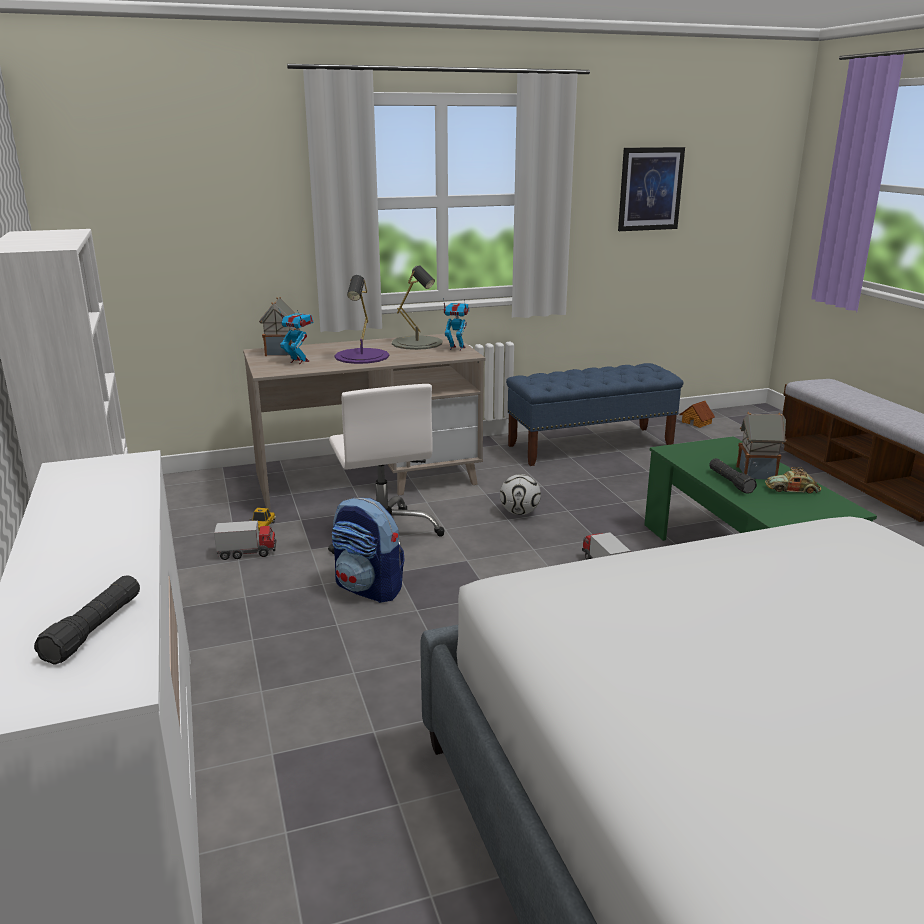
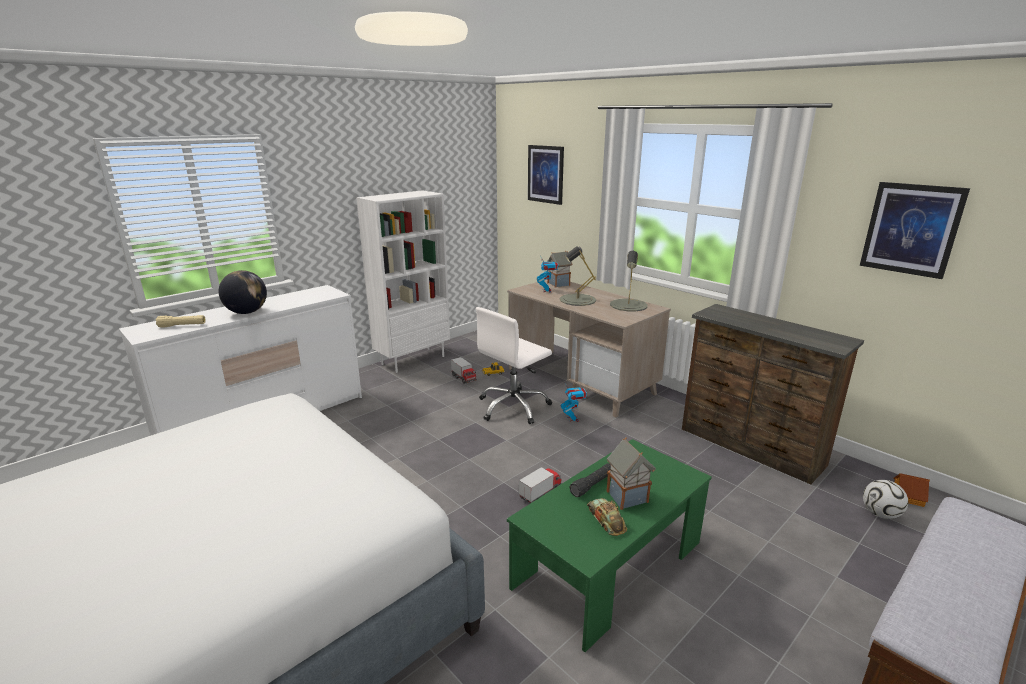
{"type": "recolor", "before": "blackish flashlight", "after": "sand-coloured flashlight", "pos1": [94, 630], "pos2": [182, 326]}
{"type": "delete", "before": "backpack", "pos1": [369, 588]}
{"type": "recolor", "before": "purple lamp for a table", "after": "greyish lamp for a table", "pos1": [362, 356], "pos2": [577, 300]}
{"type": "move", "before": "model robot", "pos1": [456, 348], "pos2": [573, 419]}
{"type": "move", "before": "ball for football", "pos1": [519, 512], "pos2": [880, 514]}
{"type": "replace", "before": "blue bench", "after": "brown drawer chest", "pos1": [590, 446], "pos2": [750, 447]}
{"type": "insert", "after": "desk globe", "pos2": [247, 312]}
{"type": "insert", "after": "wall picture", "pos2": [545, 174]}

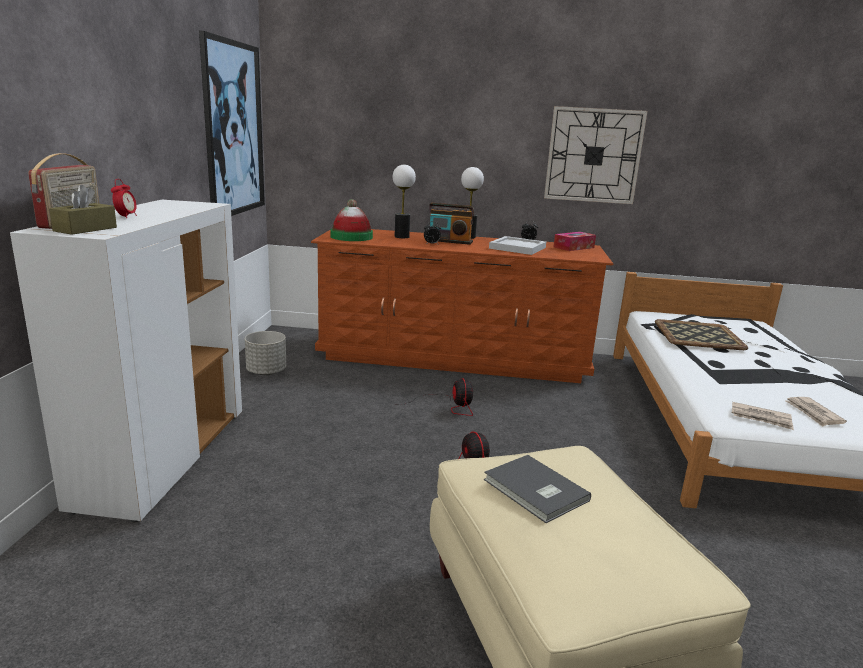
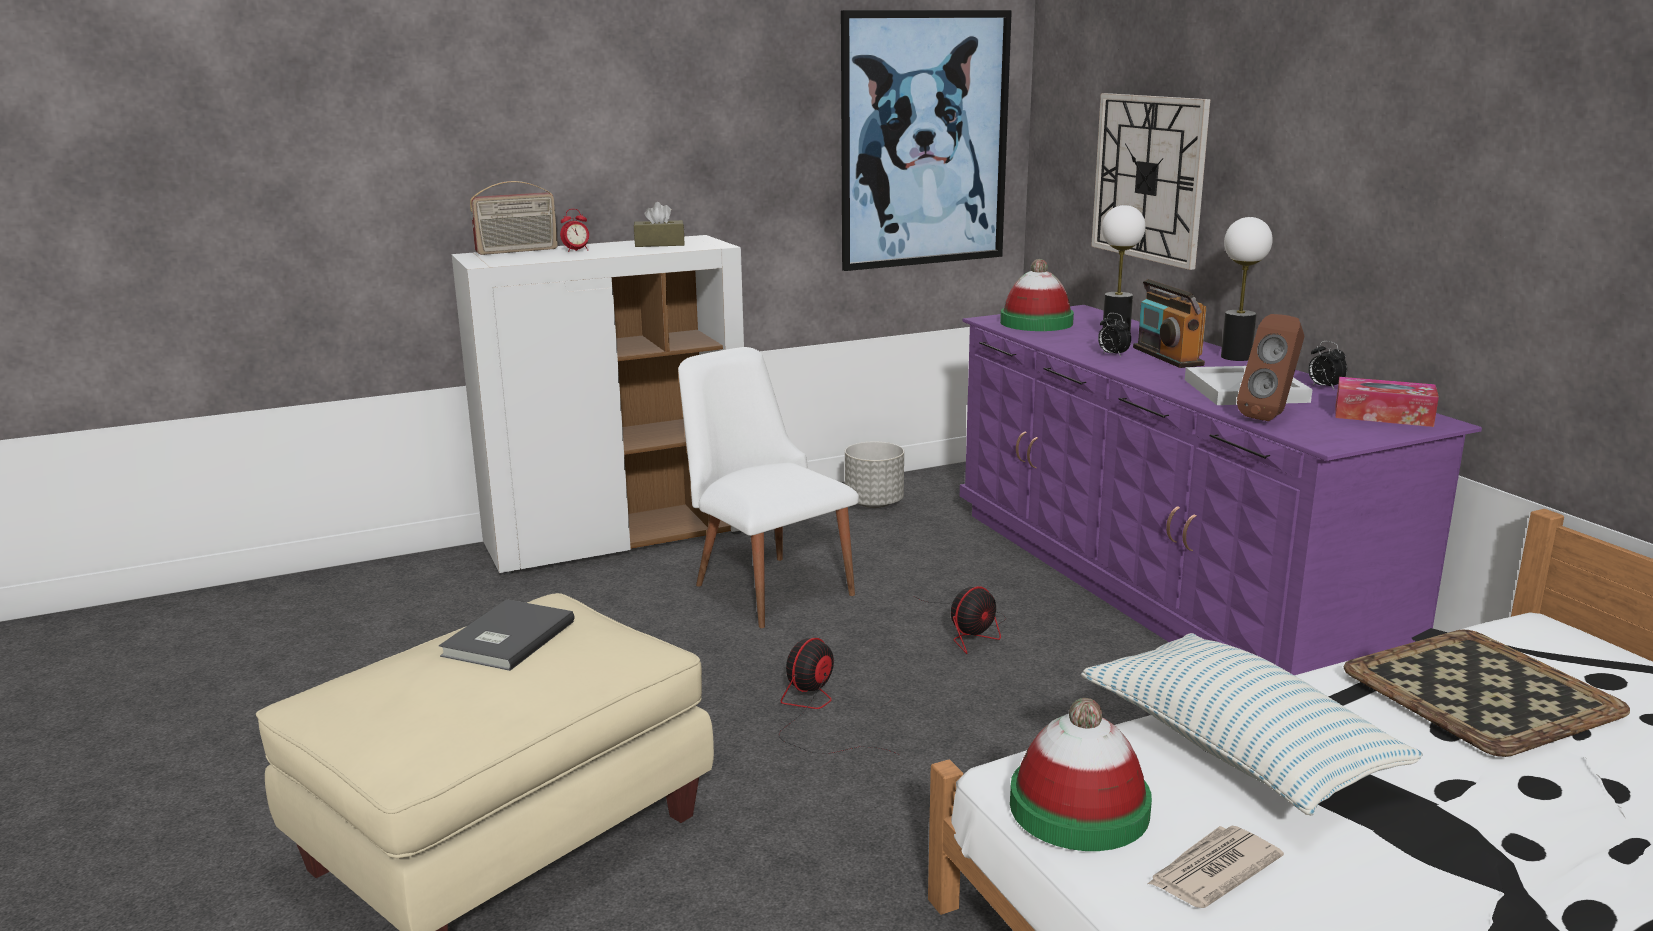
{"type": "move", "before": "brown tissue box", "pos1": [85, 229], "pos2": [659, 244]}
{"type": "recolor", "before": "brown drawer chest", "after": "purple drawer chest", "pos1": [454, 357], "pos2": [1158, 583]}
{"type": "move", "before": "clock on the wall", "pos1": [593, 155], "pos2": [1149, 178]}
{"type": "replace", "before": "daily paper", "after": "wearable hat", "pos1": [761, 418], "pos2": [1079, 808]}
{"type": "insert", "after": "white upright chair", "pos2": [765, 584]}
{"type": "insert", "after": "throw pillow", "pos2": [1237, 750]}
{"type": "insert", "after": "brown loudspeaker", "pos2": [1270, 417]}

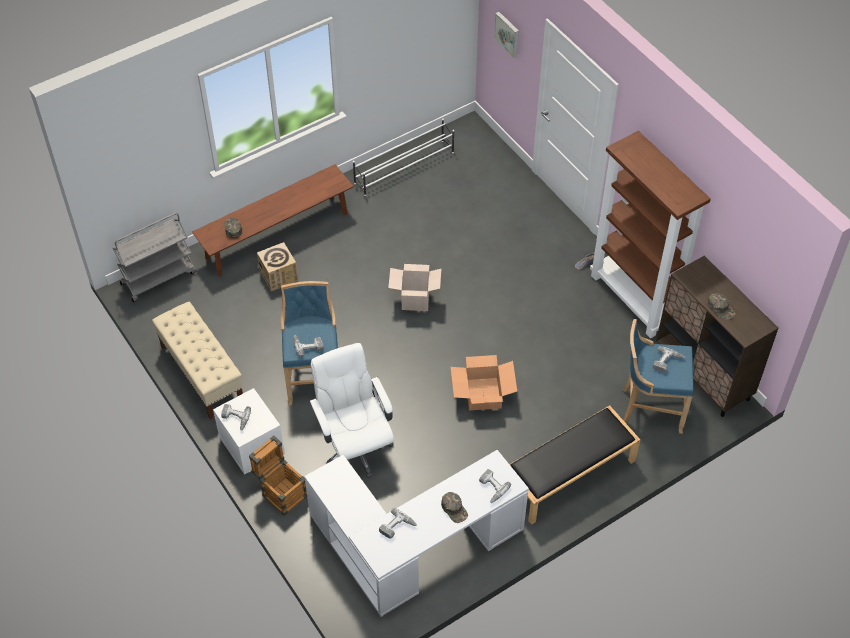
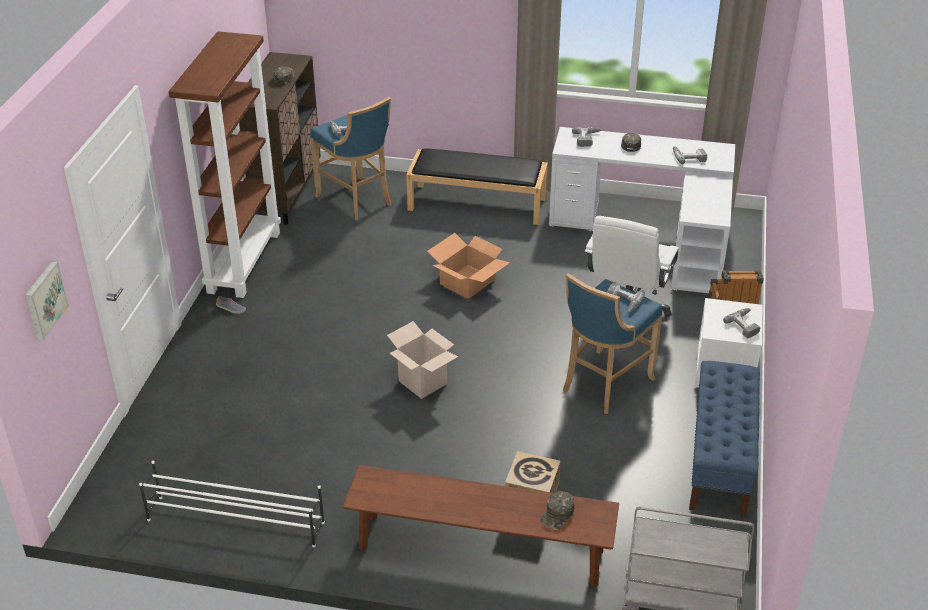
{"type": "recolor", "before": "sand-coloured bench", "after": "blue bench", "pos1": [201, 373], "pos2": [720, 461]}

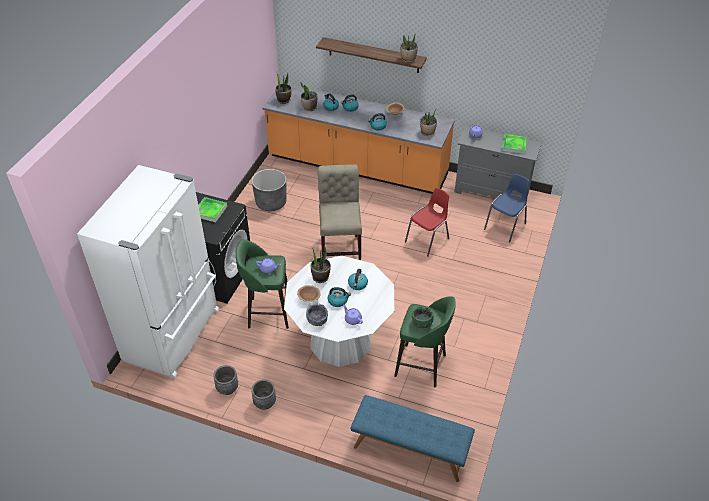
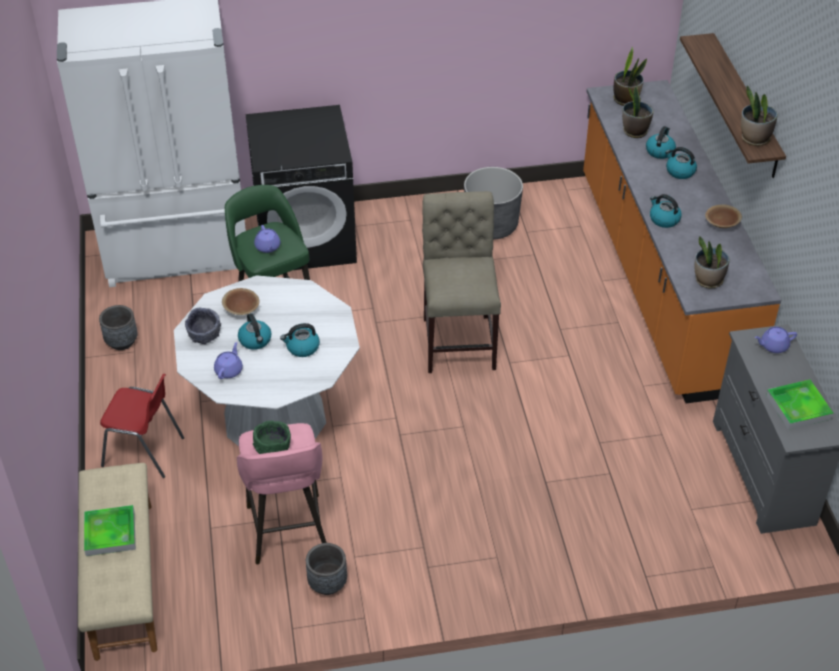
{"type": "move", "before": "serving tray", "pos1": [210, 211], "pos2": [110, 533]}
{"type": "move", "before": "greyish planter", "pos1": [265, 403], "pos2": [327, 583]}
{"type": "delete", "before": "houseplant", "pos1": [320, 277]}
{"type": "rotate", "before": "sand-coloured upright chair", "pos1": [340, 249], "pos2": [459, 339], "turn": -60}
{"type": "recolor", "before": "blue bench", "after": "sand-coloured bench", "pos1": [410, 450], "pos2": [122, 579]}
{"type": "recolor", "before": "greenish sitting stool", "after": "pink-coloured sitting stool", "pos1": [422, 366], "pos2": [287, 531]}
{"type": "move", "before": "reddish upright chair", "pos1": [428, 240], "pos2": [144, 452]}
{"type": "delete", "before": "blue upright chair", "pos1": [505, 226]}

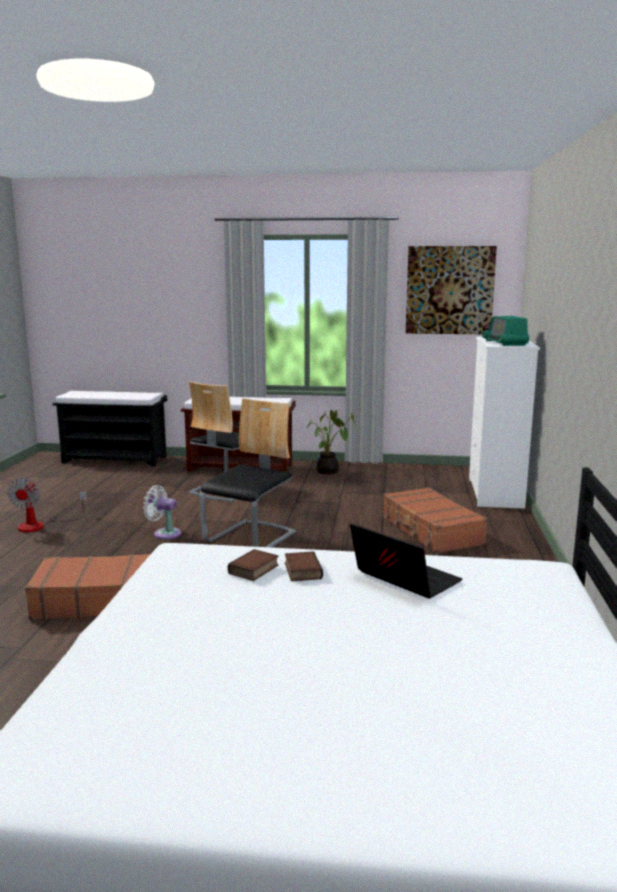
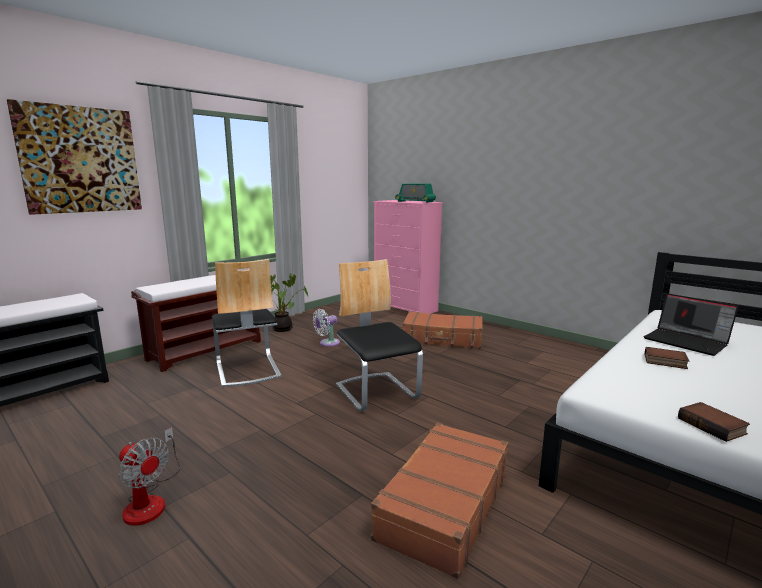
{"type": "move", "before": "white fan", "pos1": [164, 533], "pos2": [327, 343]}
{"type": "move", "before": "volume", "pos1": [254, 570], "pos2": [713, 426]}
{"type": "rotate", "before": "portable computer", "pos1": [403, 579], "pos2": [687, 342], "turn": -120}
{"type": "move", "before": "wall picture", "pos1": [449, 290], "pos2": [80, 160]}
{"type": "recolor", "before": "white drawer chest", "after": "pink-coloured drawer chest", "pos1": [494, 494], "pos2": [405, 308]}

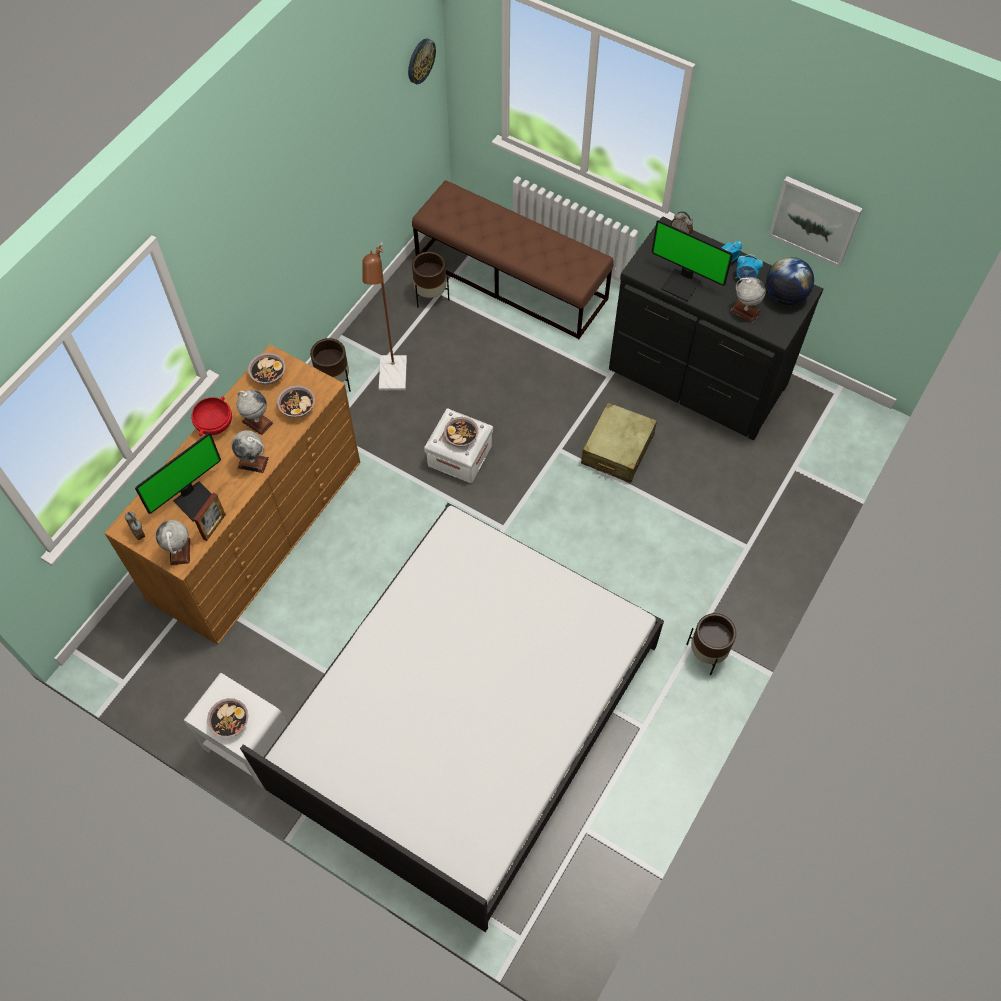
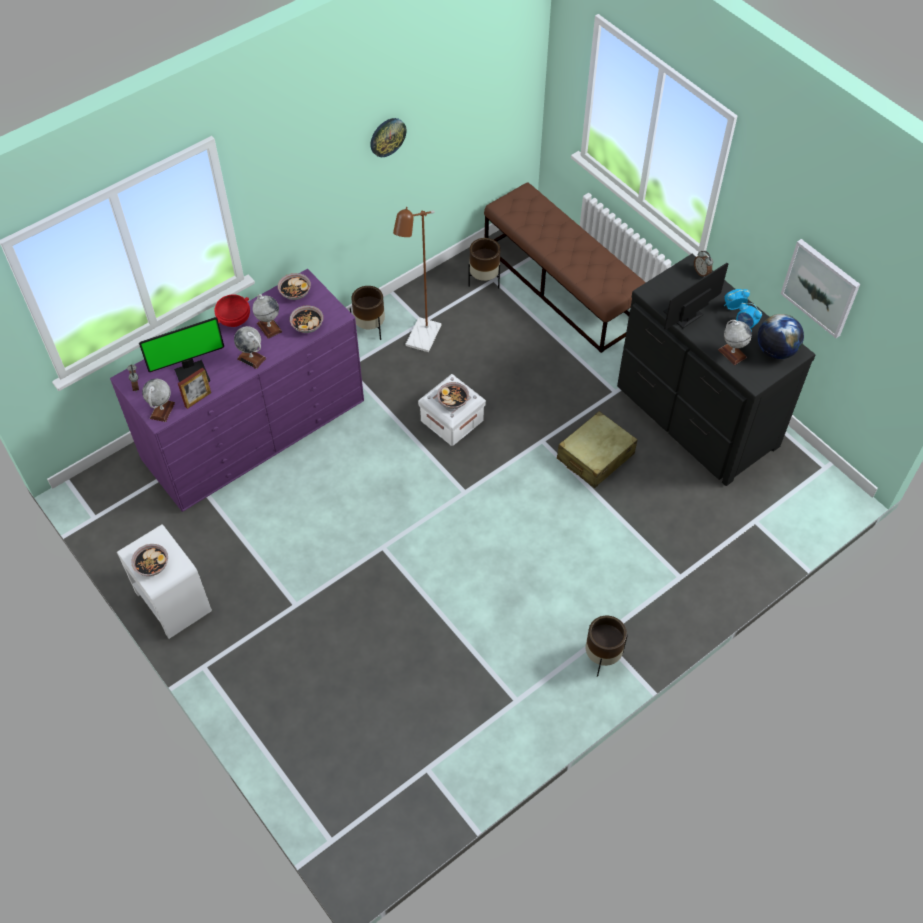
{"type": "recolor", "before": "brown drawer chest", "after": "purple drawer chest", "pos1": [257, 529], "pos2": [254, 429]}
{"type": "delete", "before": "white bedroom bed", "pos1": [466, 716]}
{"type": "move", "before": "clock on the wall", "pos1": [420, 60], "pos2": [387, 137]}
{"type": "rotate", "before": "monitor", "pos1": [682, 284], "pos2": [684, 315], "turn": 90}

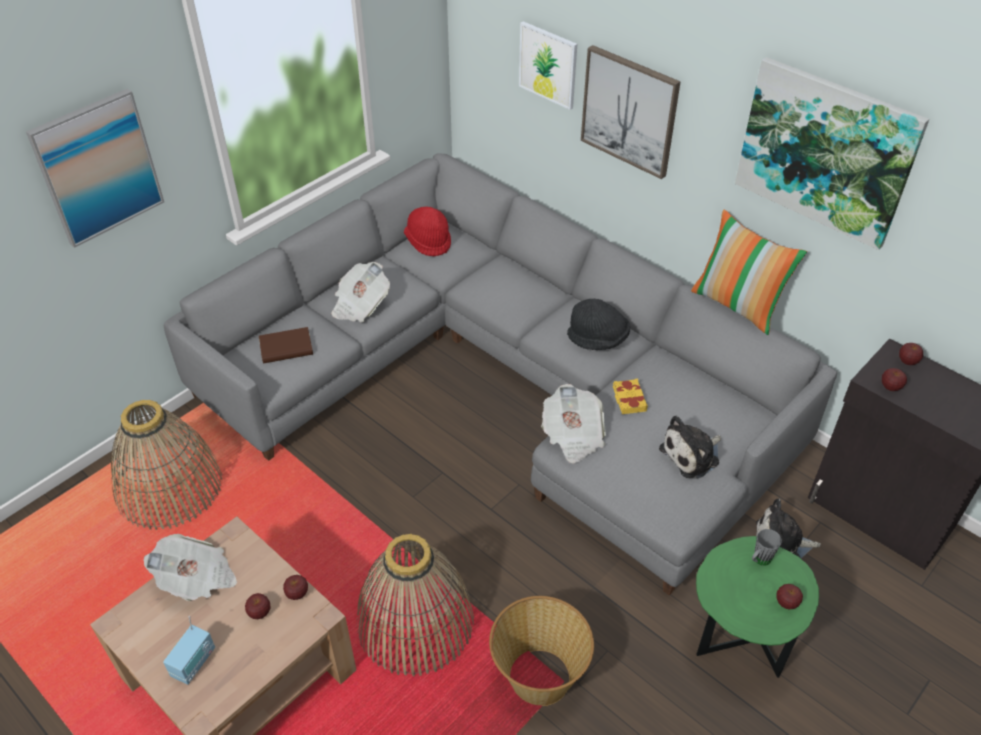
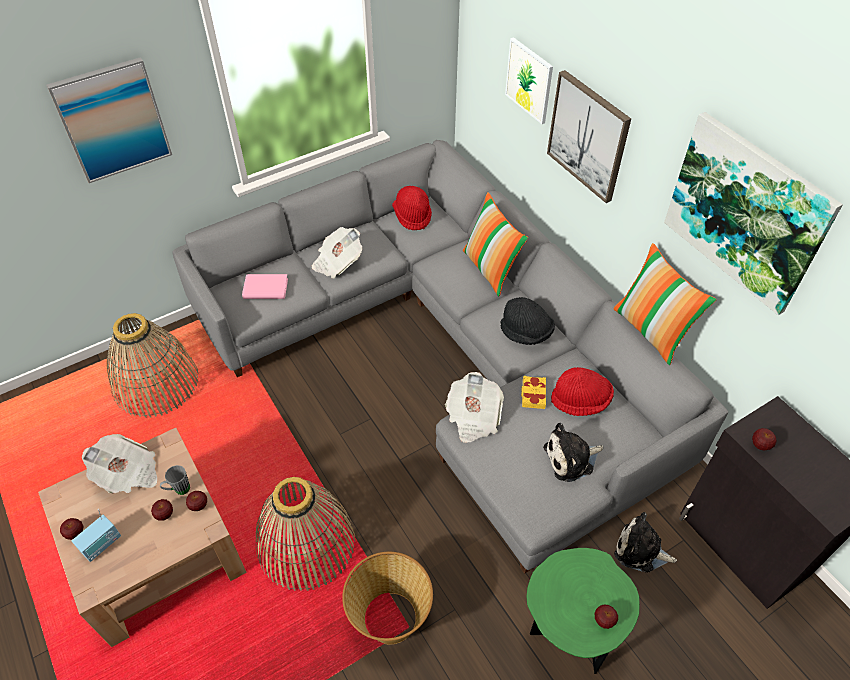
{"type": "recolor", "before": "brown volume", "after": "pink-coloured volume", "pos1": [286, 348], "pos2": [265, 289]}
{"type": "move", "before": "greyish tea mug", "pos1": [759, 561], "pos2": [178, 490]}
{"type": "move", "before": "apple fruit", "pos1": [907, 361], "pos2": [75, 533]}
{"type": "insert", "after": "throw pillow", "pos2": [490, 269]}
{"type": "insert", "after": "reddish wearable hat", "pos2": [580, 401]}

